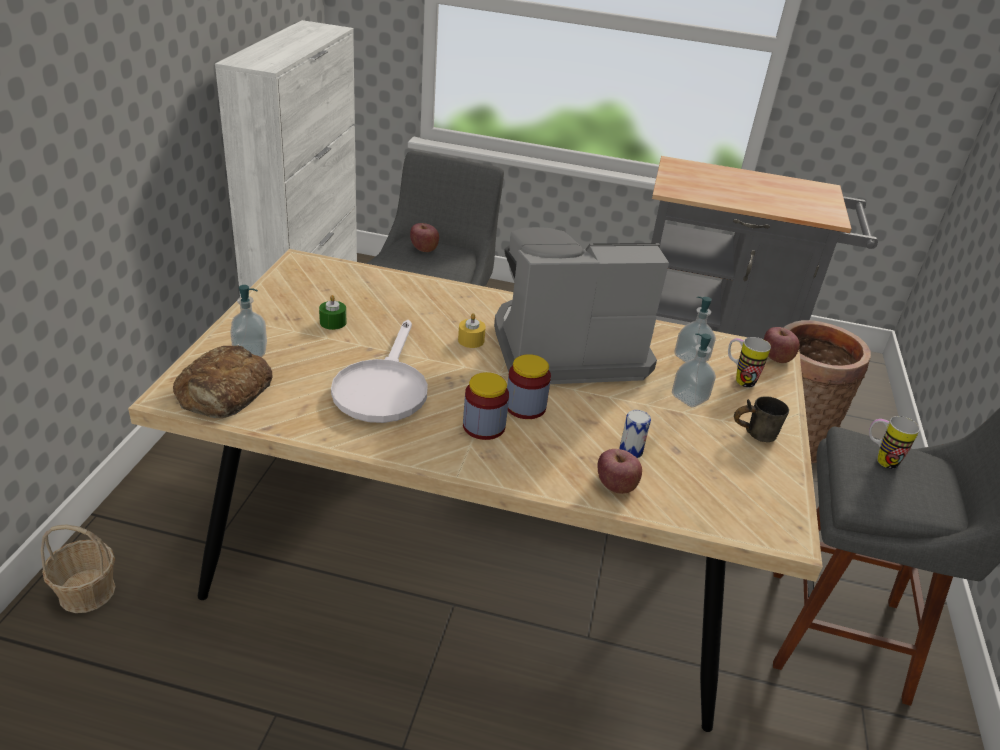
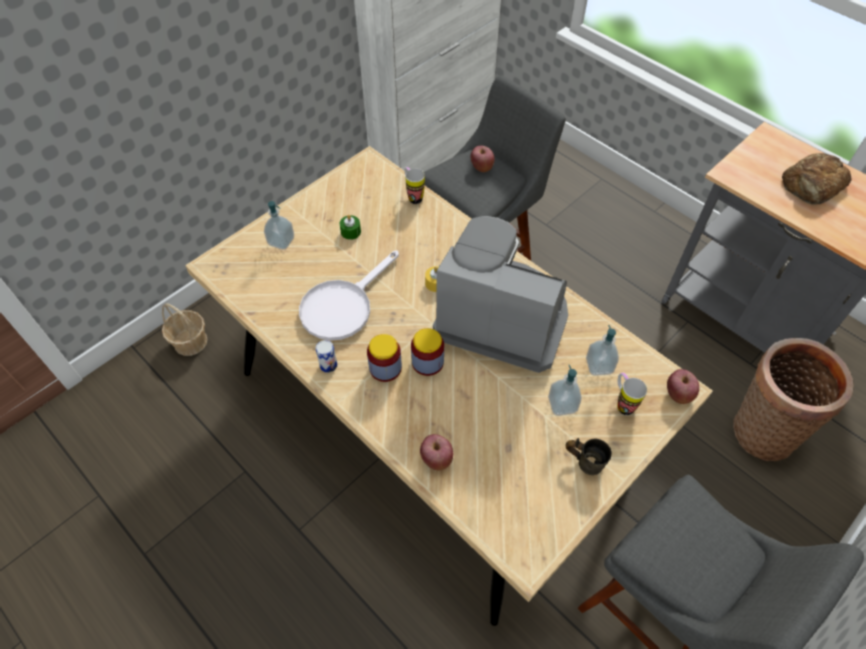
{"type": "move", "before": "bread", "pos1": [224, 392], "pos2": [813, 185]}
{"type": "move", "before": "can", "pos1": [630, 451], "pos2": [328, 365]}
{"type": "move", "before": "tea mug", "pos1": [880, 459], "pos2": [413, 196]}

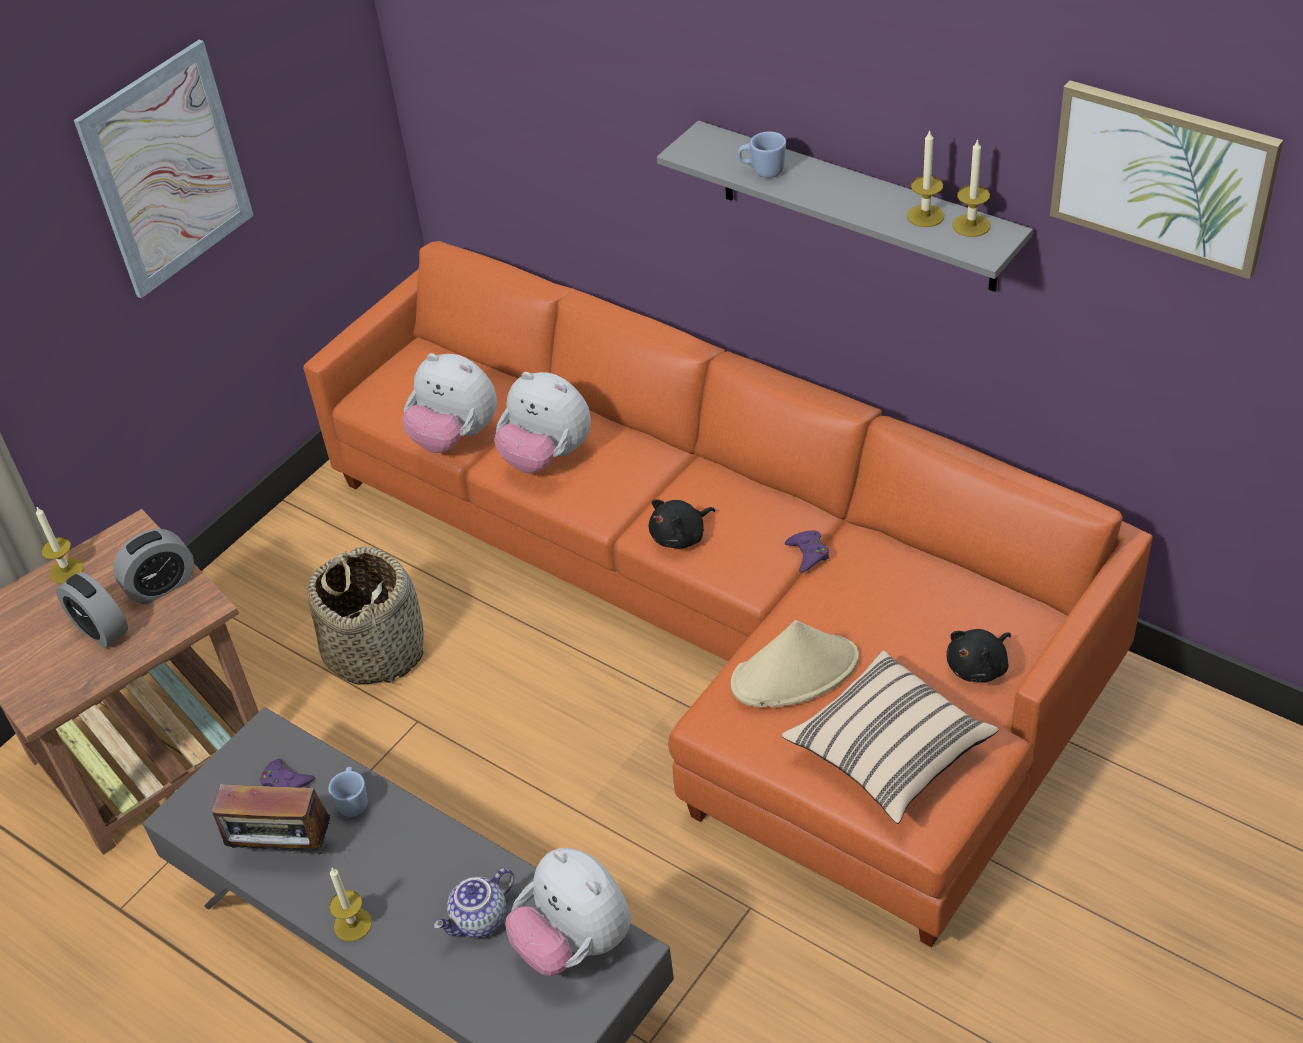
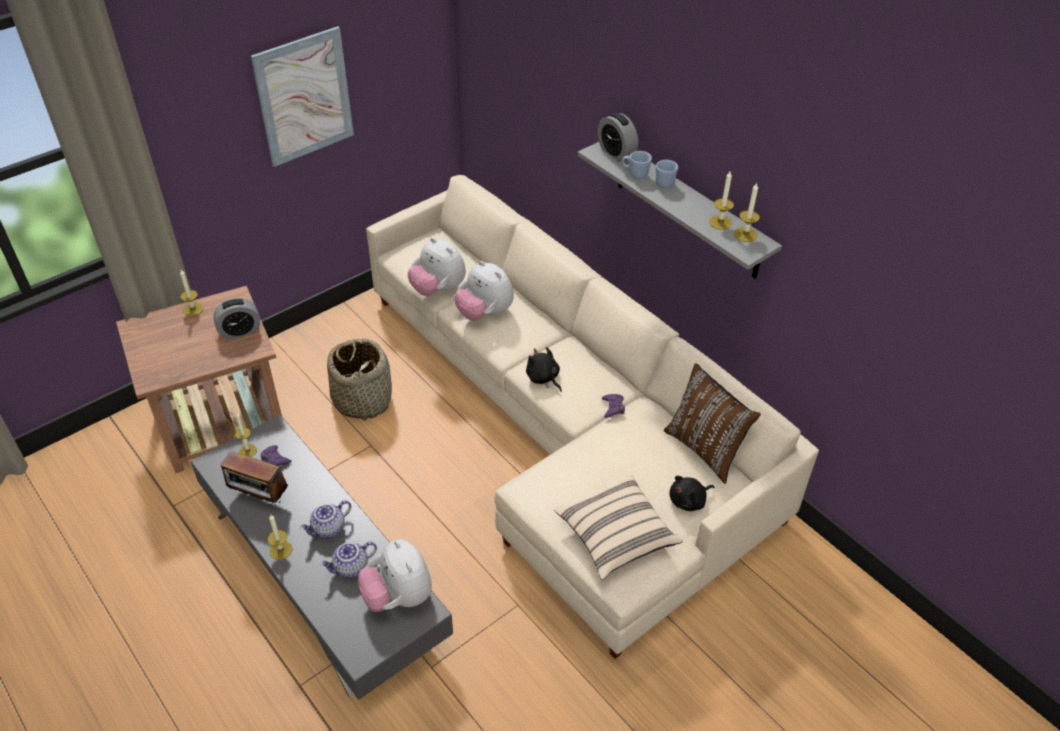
{"type": "move", "before": "bedside clock", "pos1": [101, 629], "pos2": [616, 153]}
{"type": "recolor", "before": "orange-coloured settee", "after": "sand-coloured settee", "pos1": [727, 610], "pos2": [568, 429]}
{"type": "move", "before": "blue tea mug", "pos1": [353, 801], "pos2": [665, 182]}
{"type": "rotate", "before": "blackish cuddly toy", "pos1": [681, 536], "pos2": [543, 378], "turn": 75}
{"type": "delete", "before": "sand-coloured wearable hat", "pos1": [795, 672]}
{"type": "delete", "before": "wall picture", "pos1": [1162, 176]}
{"type": "insert", "after": "wax candle", "pos2": [248, 451]}
{"type": "insert", "after": "teapot", "pos2": [329, 529]}
{"type": "insert", "after": "brown throw pillow", "pos2": [705, 449]}

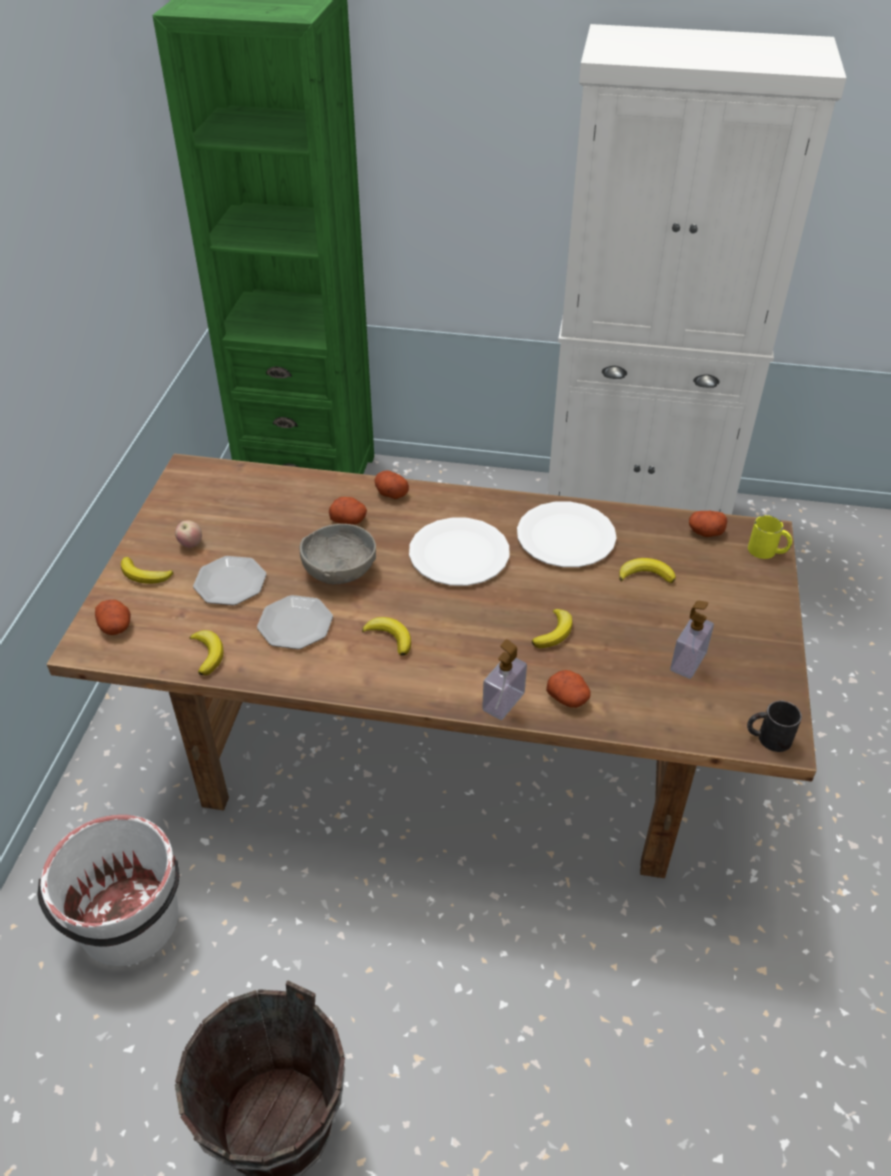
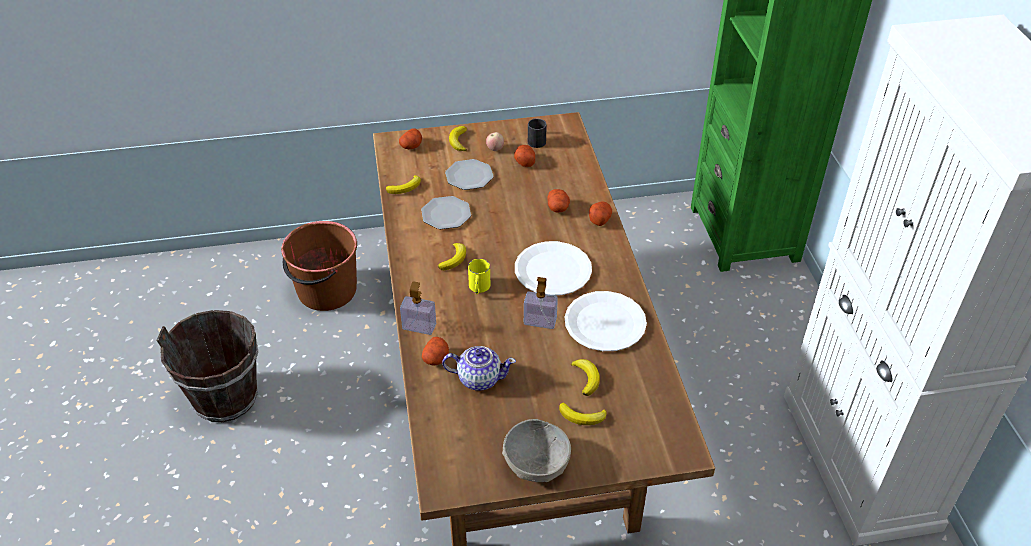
{"type": "recolor", "before": "white pail", "after": "brown pail", "pos1": [130, 923], "pos2": [326, 291]}
{"type": "move", "before": "greyish serving bowl", "pos1": [339, 570], "pos2": [537, 463]}
{"type": "move", "before": "whole banana", "pos1": [554, 632], "pos2": [582, 417]}
{"type": "move", "before": "soap bottle", "pos1": [688, 662], "pos2": [540, 321]}
{"type": "move", "before": "whole potato", "pos1": [705, 532], "pos2": [524, 161]}
{"type": "move", "before": "blackish tea mug", "pos1": [767, 737], "pos2": [535, 139]}
{"type": "move", "before": "yellowish tea mug", "pos1": [767, 551], "pos2": [478, 288]}
{"type": "insert", "after": "teapot", "pos2": [479, 378]}

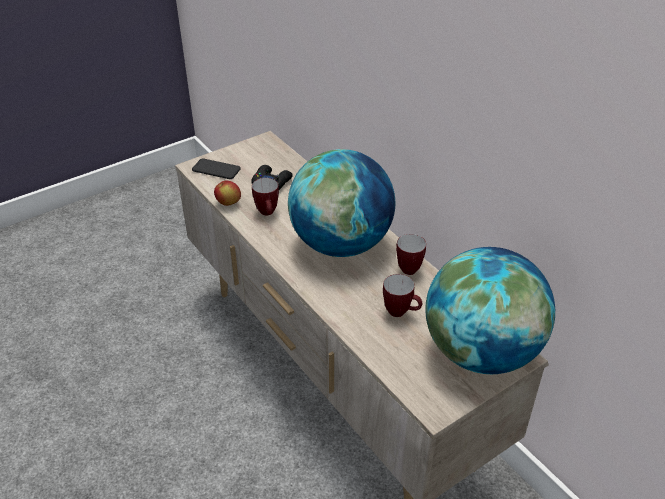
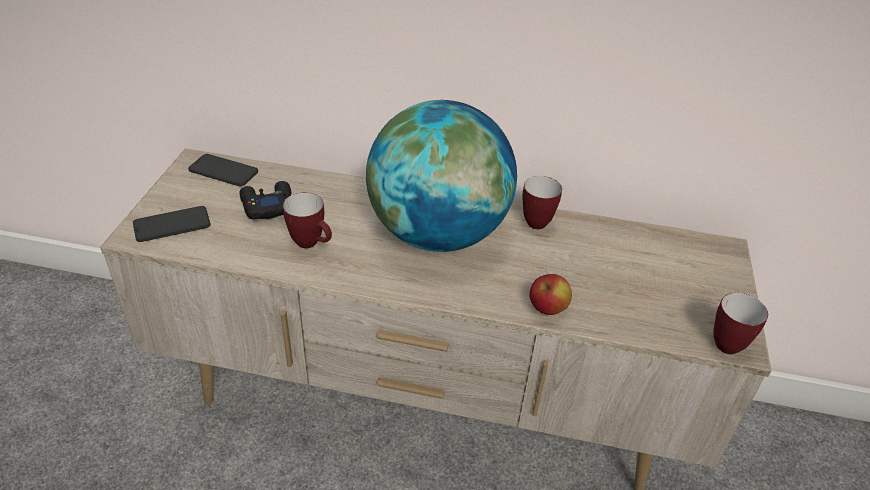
{"type": "move", "before": "apple fruit", "pos1": [228, 203], "pos2": [547, 309]}
{"type": "move", "before": "tea mug", "pos1": [401, 312], "pos2": [731, 344]}
{"type": "delete", "before": "desk globe", "pos1": [481, 352]}
{"type": "insert", "after": "handset", "pos2": [223, 171]}

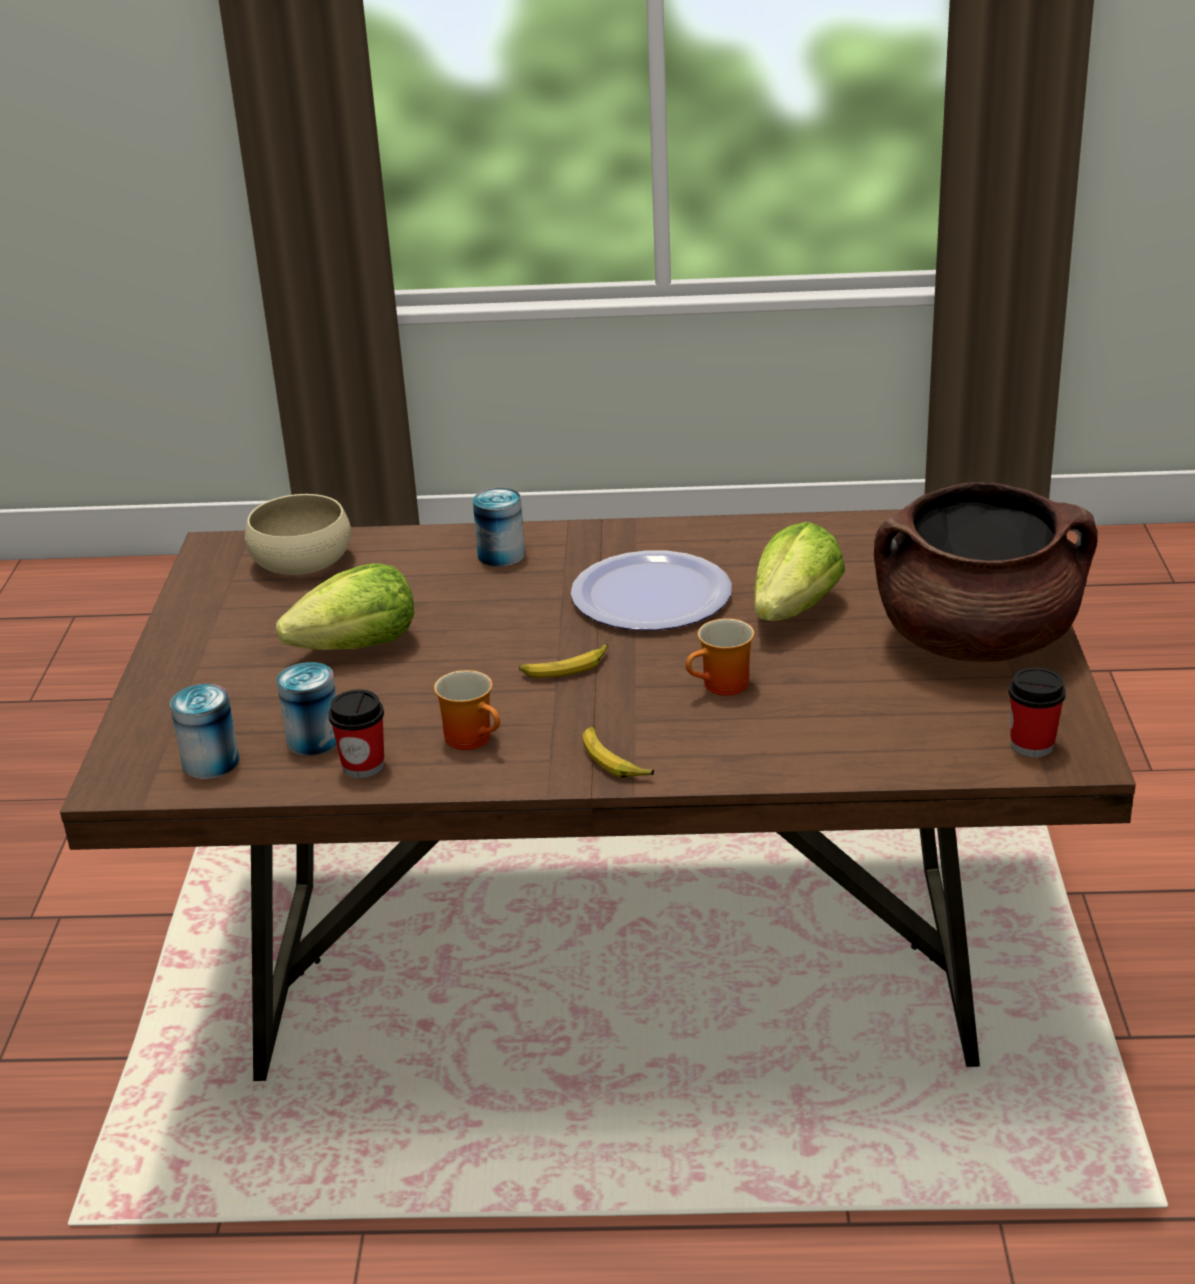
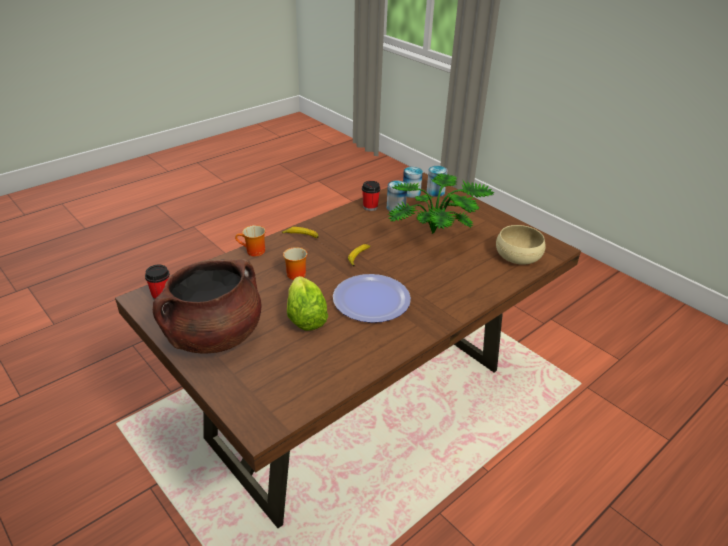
{"type": "replace", "before": "head of lettuce", "after": "houseplant", "pos1": [358, 647], "pos2": [436, 236]}
{"type": "move", "before": "tea mug", "pos1": [474, 738], "pos2": [253, 252]}
{"type": "move", "before": "can", "pos1": [501, 555], "pos2": [435, 192]}

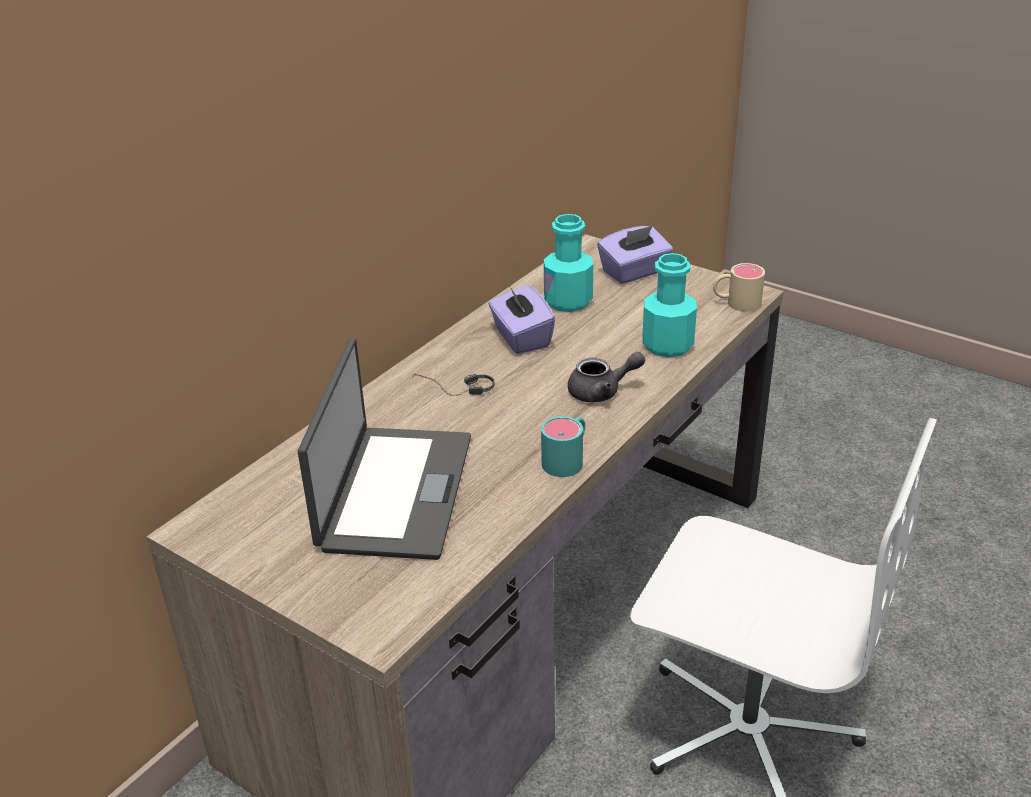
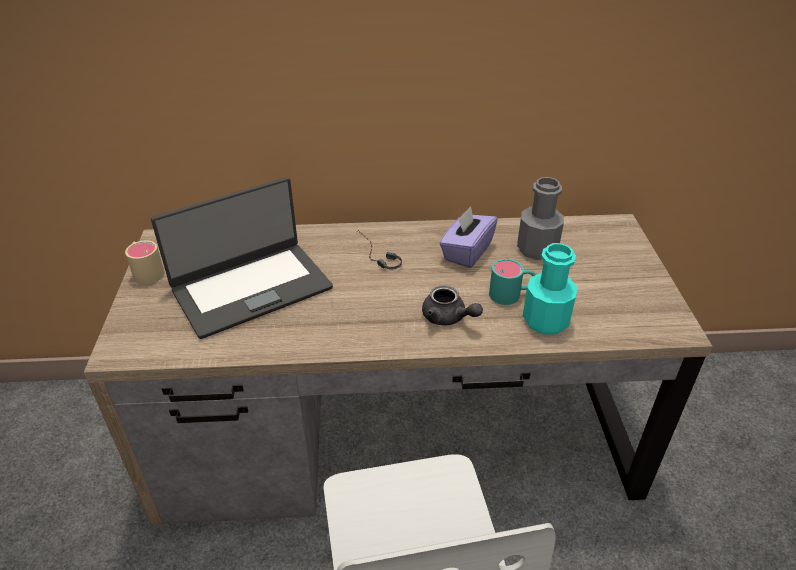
{"type": "move", "before": "turquoise-coloured tea mug", "pos1": [567, 459], "pos2": [511, 294]}
{"type": "recolor", "before": "turquoise-coloured beverage bottle", "after": "greyish beverage bottle", "pos1": [568, 301], "pos2": [537, 249]}
{"type": "delete", "before": "purple tissue box", "pos1": [634, 272]}
{"type": "move", "before": "sand-coloured tea mug", "pos1": [736, 303], "pos2": [146, 271]}

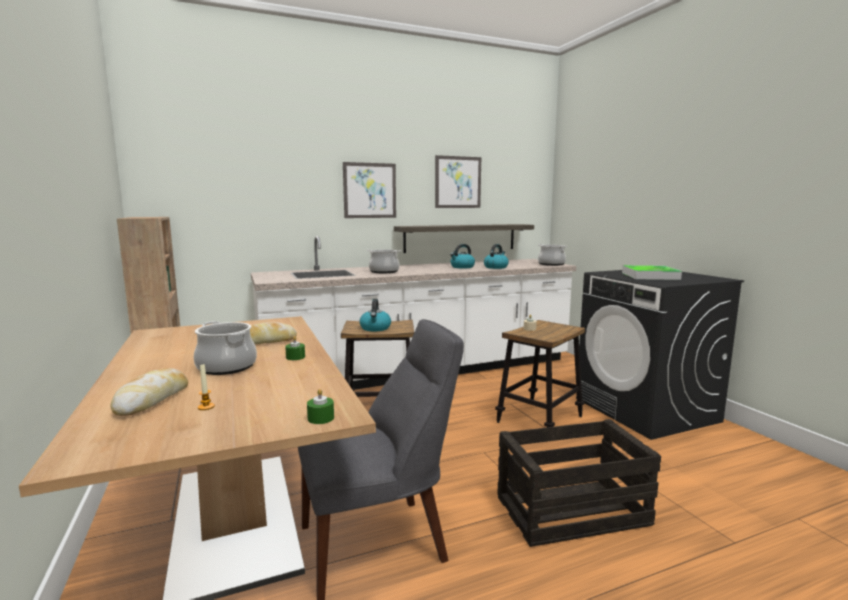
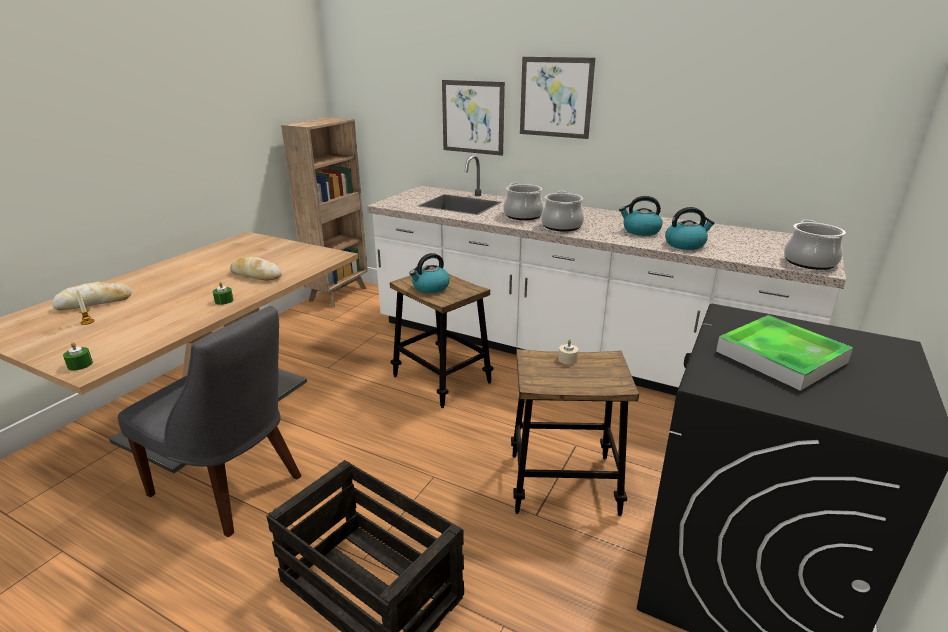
{"type": "move", "before": "saucepot", "pos1": [227, 367], "pos2": [562, 226]}
{"type": "delete", "before": "shelf", "pos1": [460, 238]}
{"type": "move", "before": "wall picture", "pos1": [458, 182], "pos2": [473, 117]}

